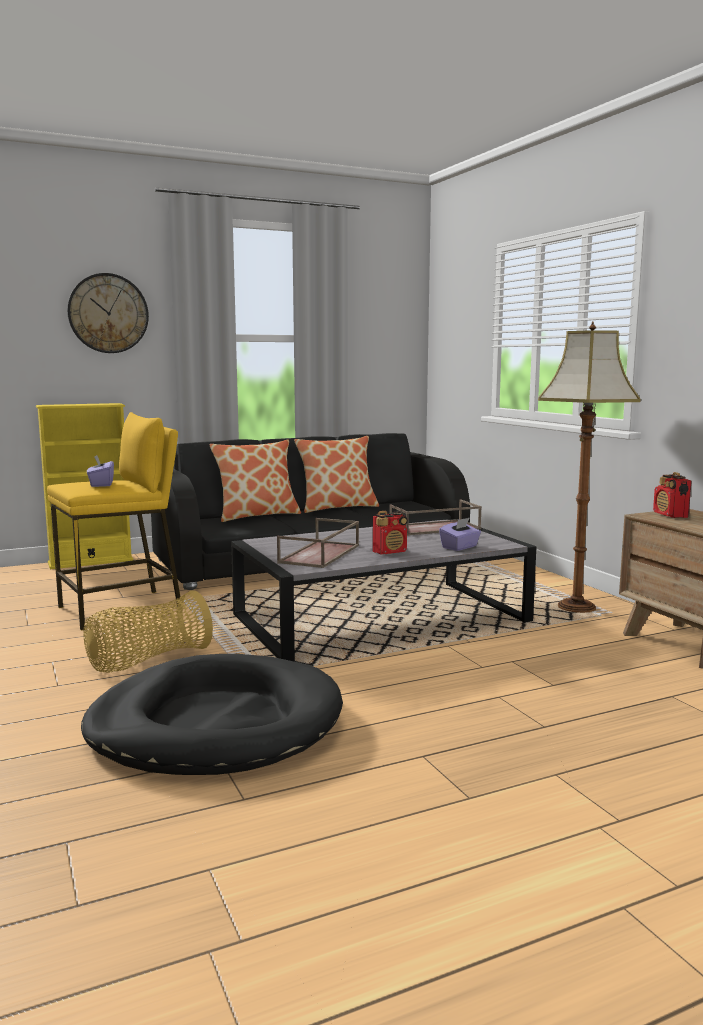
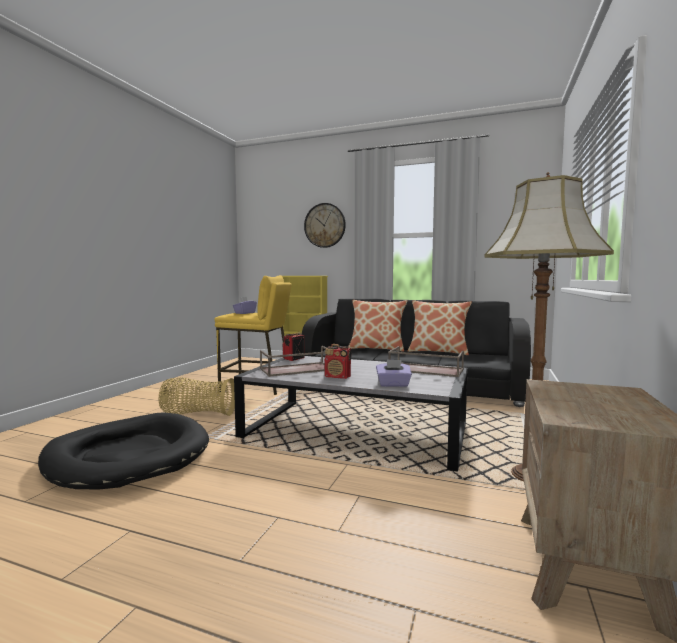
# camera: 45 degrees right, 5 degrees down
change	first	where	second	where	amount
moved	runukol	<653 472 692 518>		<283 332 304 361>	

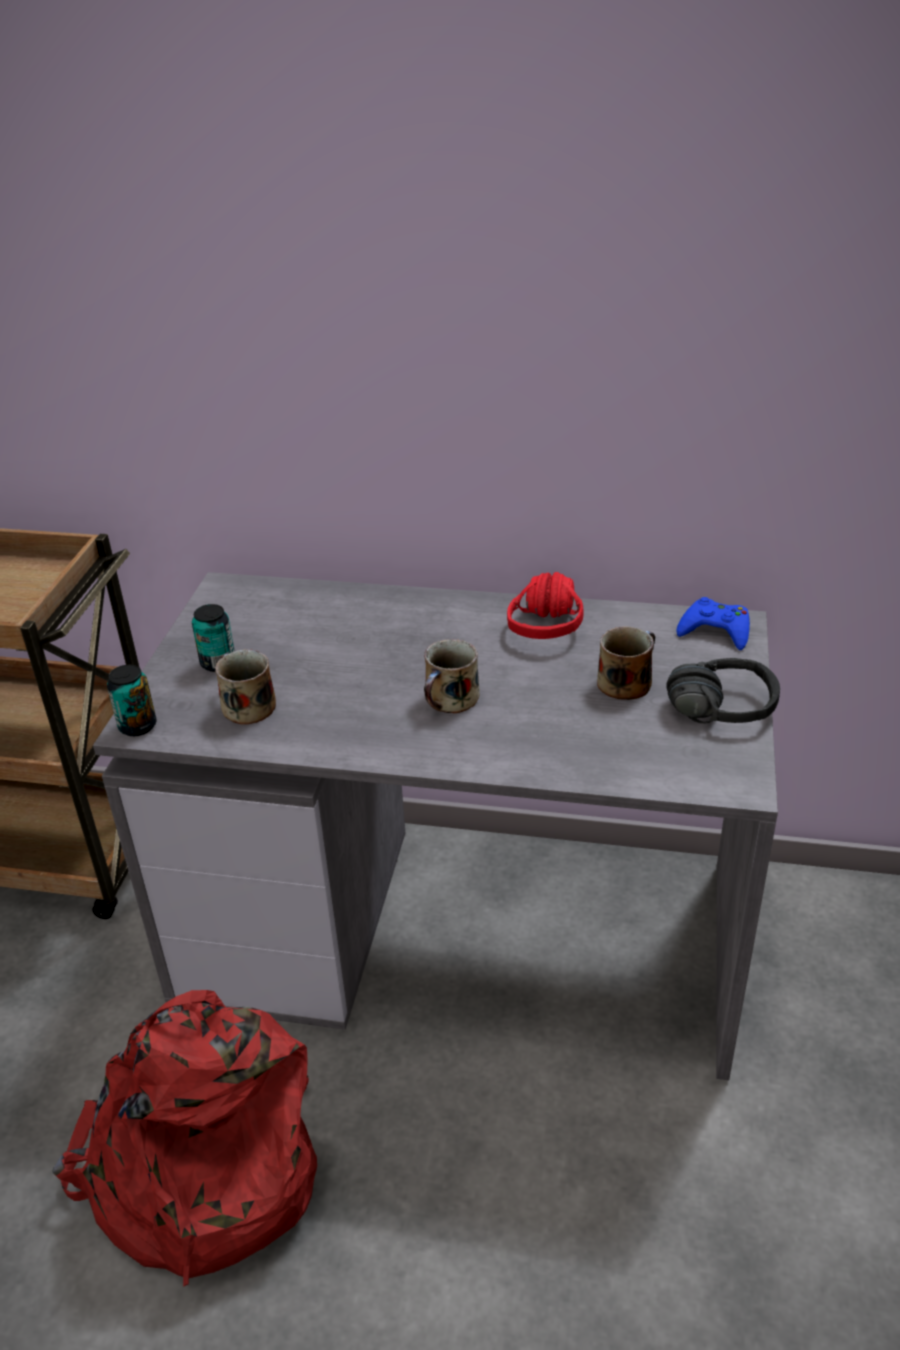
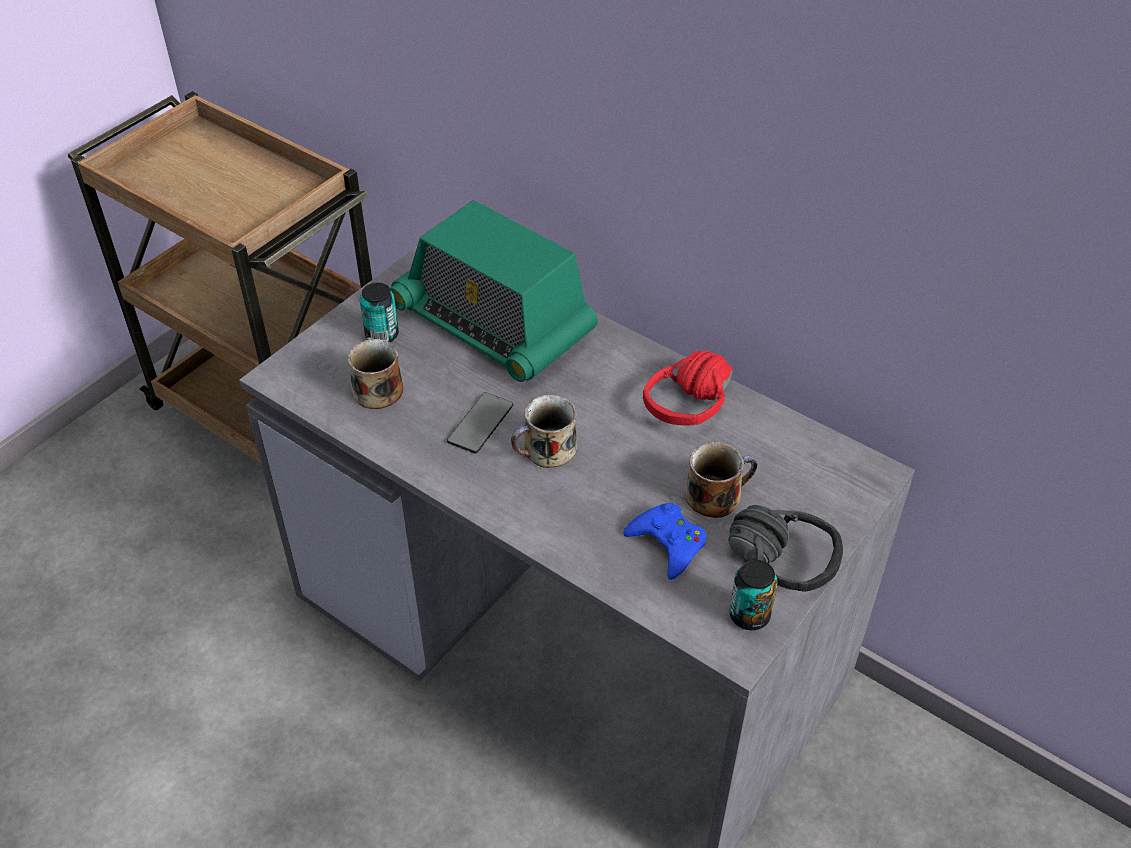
# camera: 25 degrees right, 10 degrees up
change	first	where	second	where	amount
removed	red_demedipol	<53 990 317 1287>			
moved	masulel	<107 665 156 736>		<729 560 778 630>	
moved	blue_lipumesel	<676 597 750 650>		<623 503 706 580>	
added			runukol	<390 200 598 382>	
added			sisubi	<447 392 513 453>	

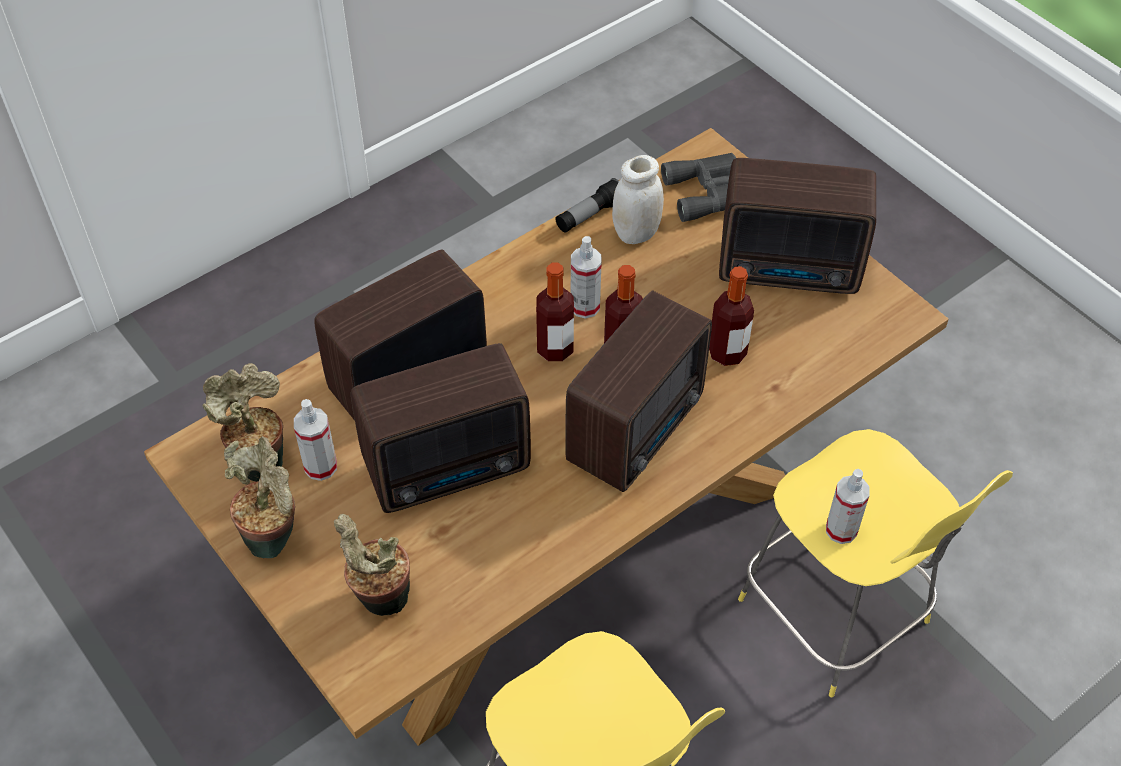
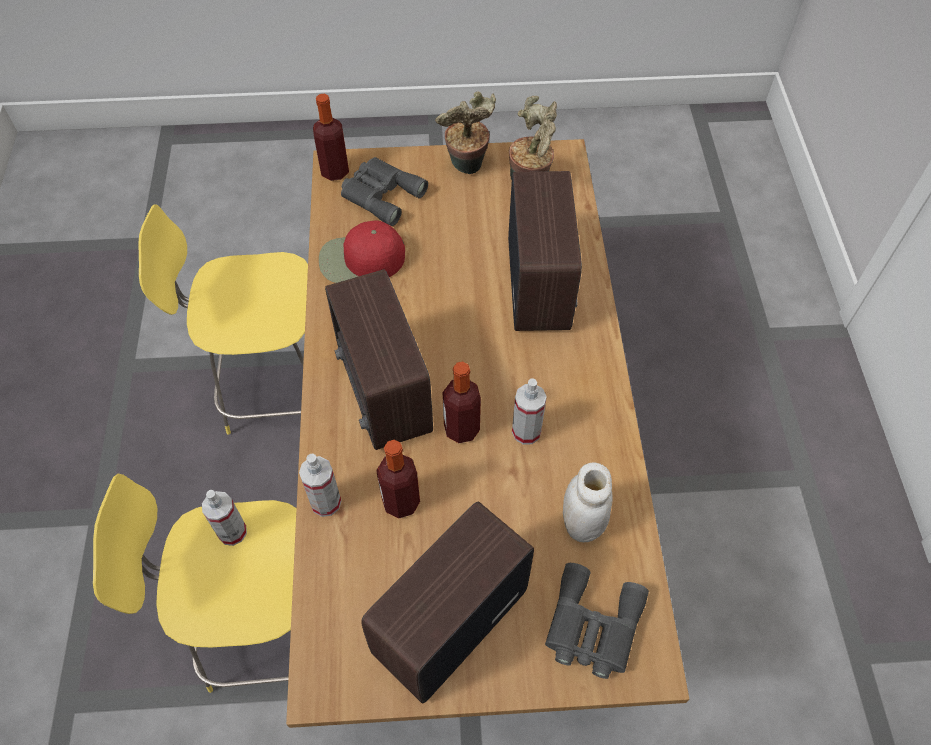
# camera: 125 degrees right, 5 degrees up
change	first	where	second	where	amount
moved	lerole	<294 399 337 481>		<299 454 341 517>	
replaced	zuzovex	<334 514 410 616>	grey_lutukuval	<341 157 428 226>	
removed	runukol	<351 343 531 513>			
moved	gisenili	<536 263 574 361>		<313 94 349 181>	
removed	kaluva	<556 178 619 233>			
added			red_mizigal	<319 220 405 283>	

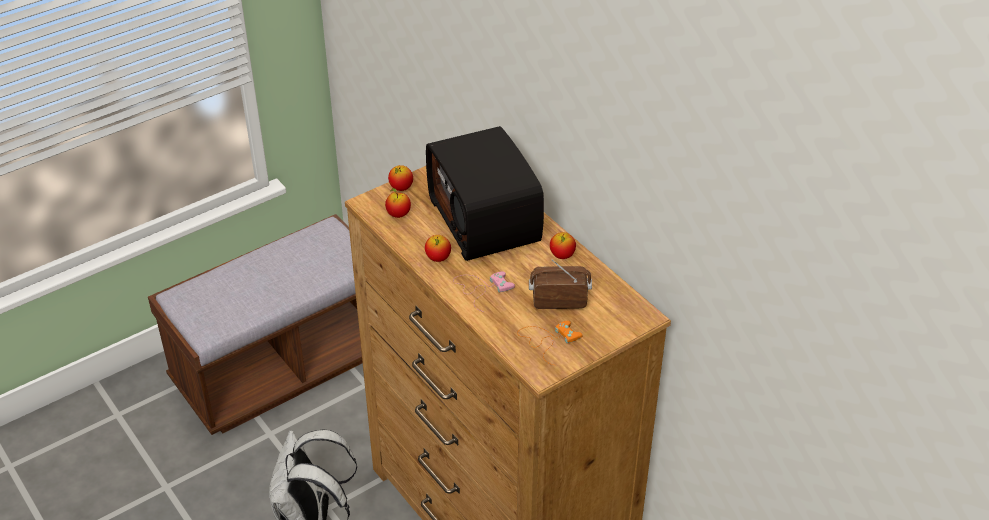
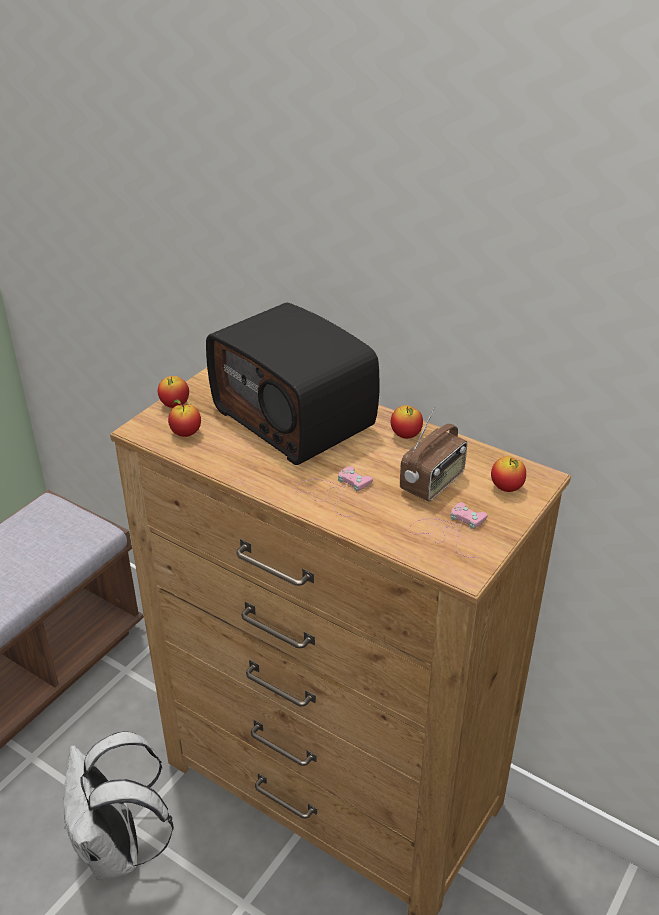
# camera: 20 degrees left, 5 degrees down
change	first	where	second	where	amount
moved	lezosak	<425 235 451 262>		<491 456 526 492>	
recoloured	orange_lipumesel	<517 321 582 365>	pink_lipumesel	<408 502 488 558>	
turned	runukol	<529 259 592 309>		<400 406 467 502>	150 degrees clockwise

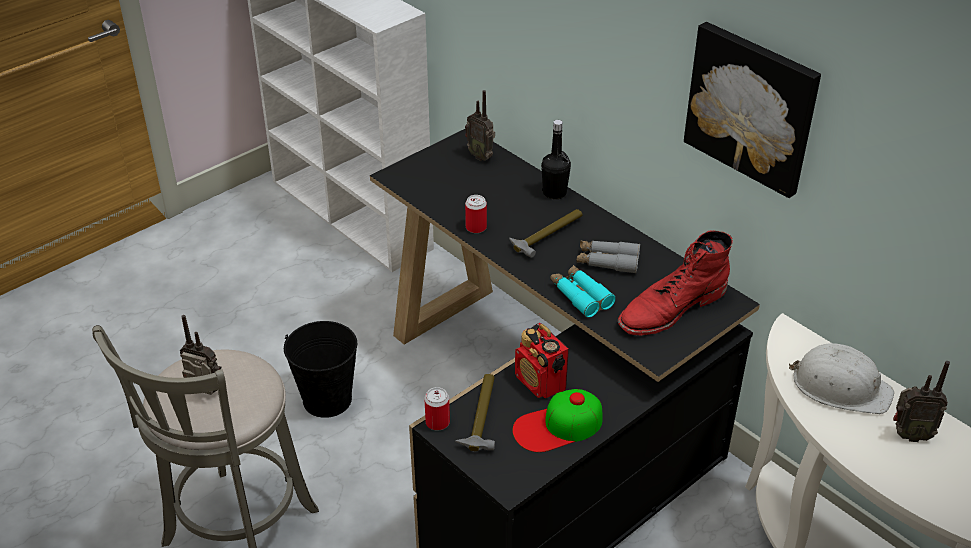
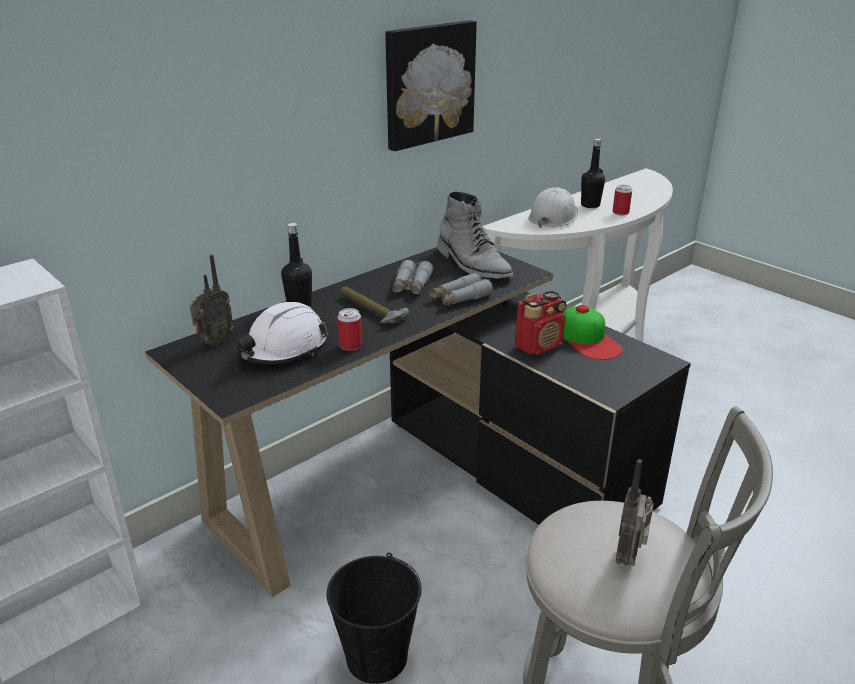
# camera: 90 degrees left, 10 degrees down
change	first	where	second	where	amount
moved	masulel	<424 387 450 431>		<613 185 632 215>	
removed	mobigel	<455 374 495 452>			
recoloured	turquoise_lutukuval	<550 265 615 317>	grey_lutukuval	<429 273 493 306>	
recoloured	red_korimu	<618 230 733 335>	grey_korimu	<437 191 513 279>	
replaced	runukol	<893 361 950 442>	black_gisenili	<581 138 605 208>	
added			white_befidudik	<237 302 329 364>	

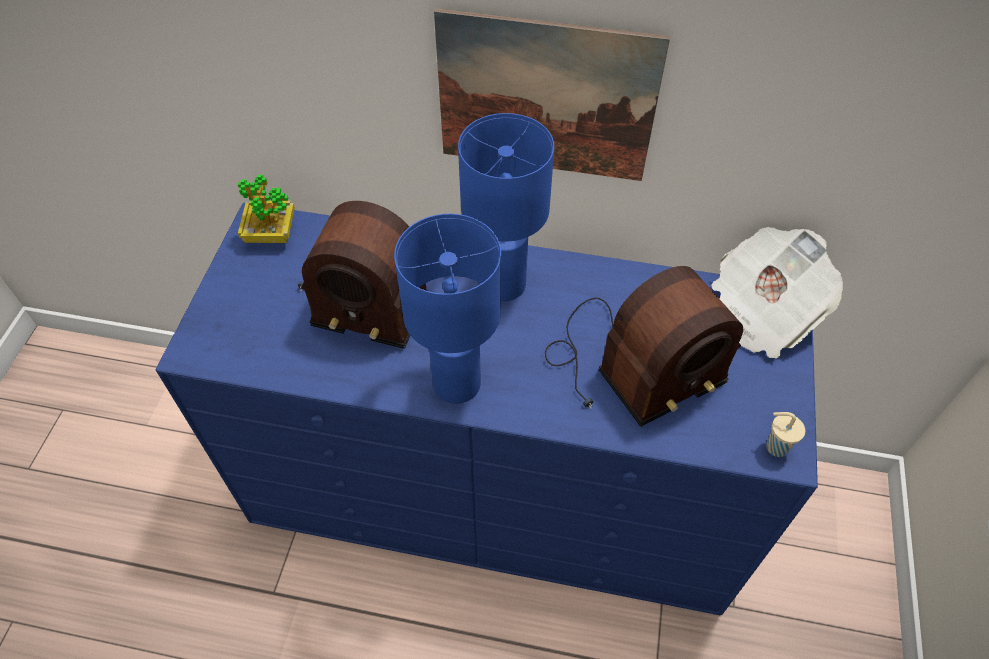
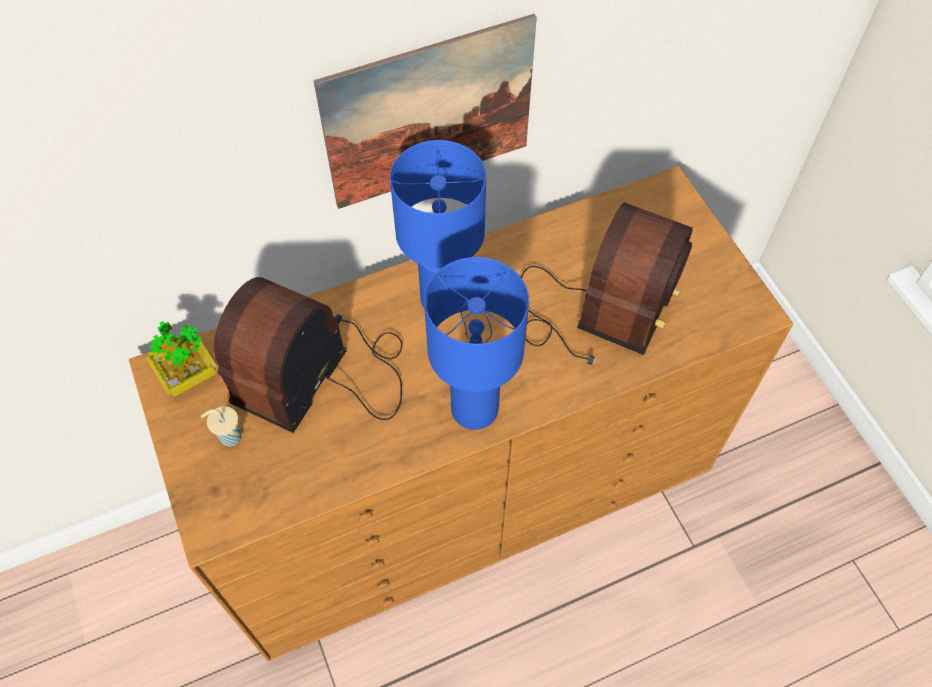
# camera: 35 degrees left, 5 degrees up
change	first	where	second	where	amount
recoloured	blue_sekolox	<155 203 818 615>	brown_sekolox	<129 166 793 661>	
turned	runukol	<298 201 428 349>		<214 277 403 433>	135 degrees clockwise
removed	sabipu	<711 227 843 359>			
moved	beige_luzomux	<766 412 805 457>		<201 406 241 447>	

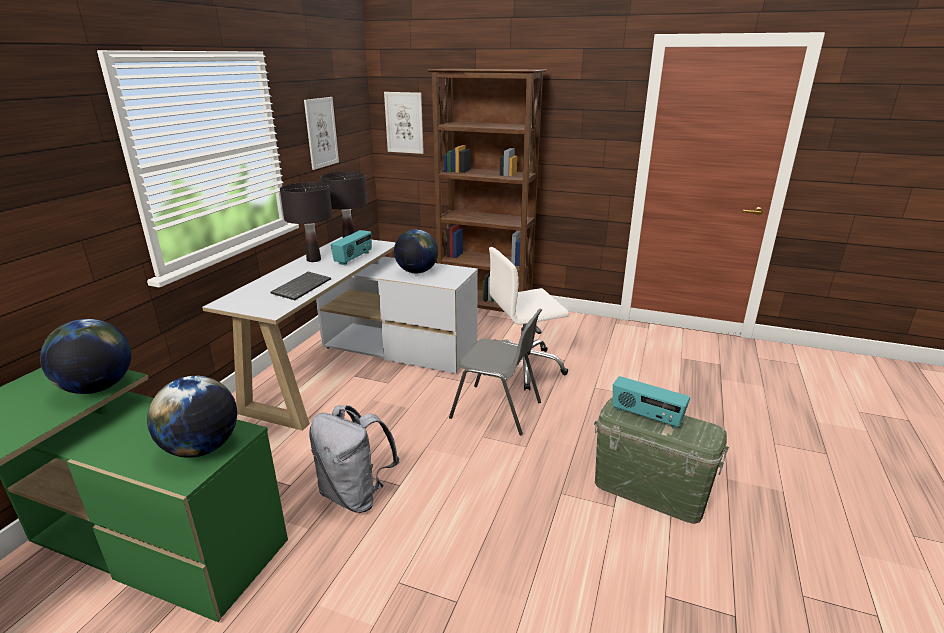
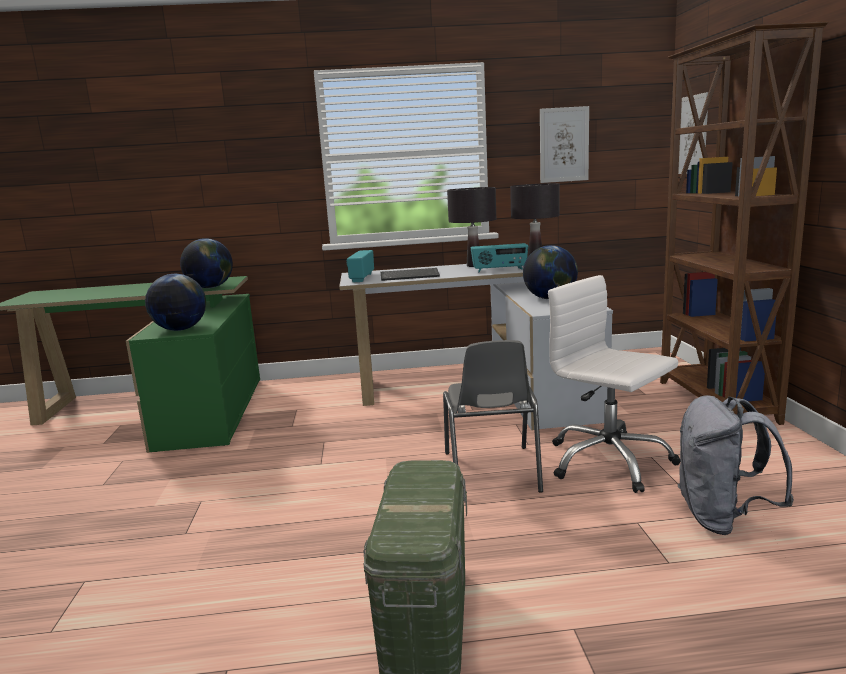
# camera: 65 degrees right, 10 degrees down
change	first	where	second	where	amount
moved	grey_demedipol	<309 405 399 513>		<677 395 794 535>	
moved	runukol	<613 376 690 429>		<346 250 374 282>	

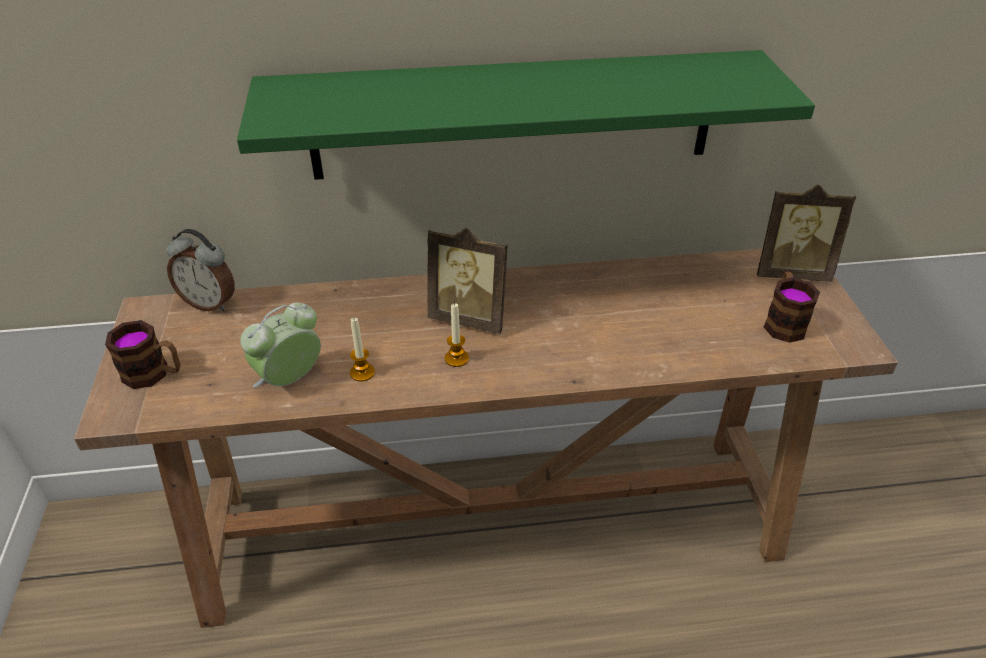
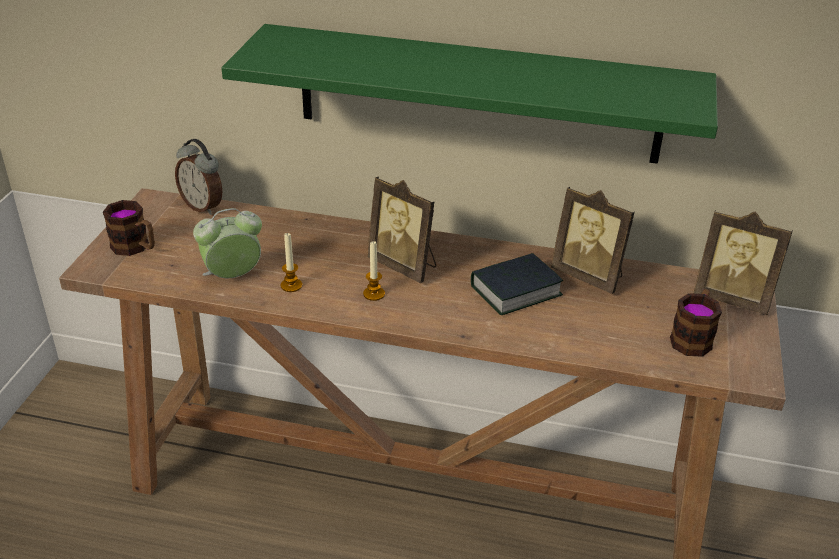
# camera: 20 degrees right, 5 degrees down
change	first	where	second	where	amount
added			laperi	<471 253 563 315>	
added			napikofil	<551 187 635 294>	

